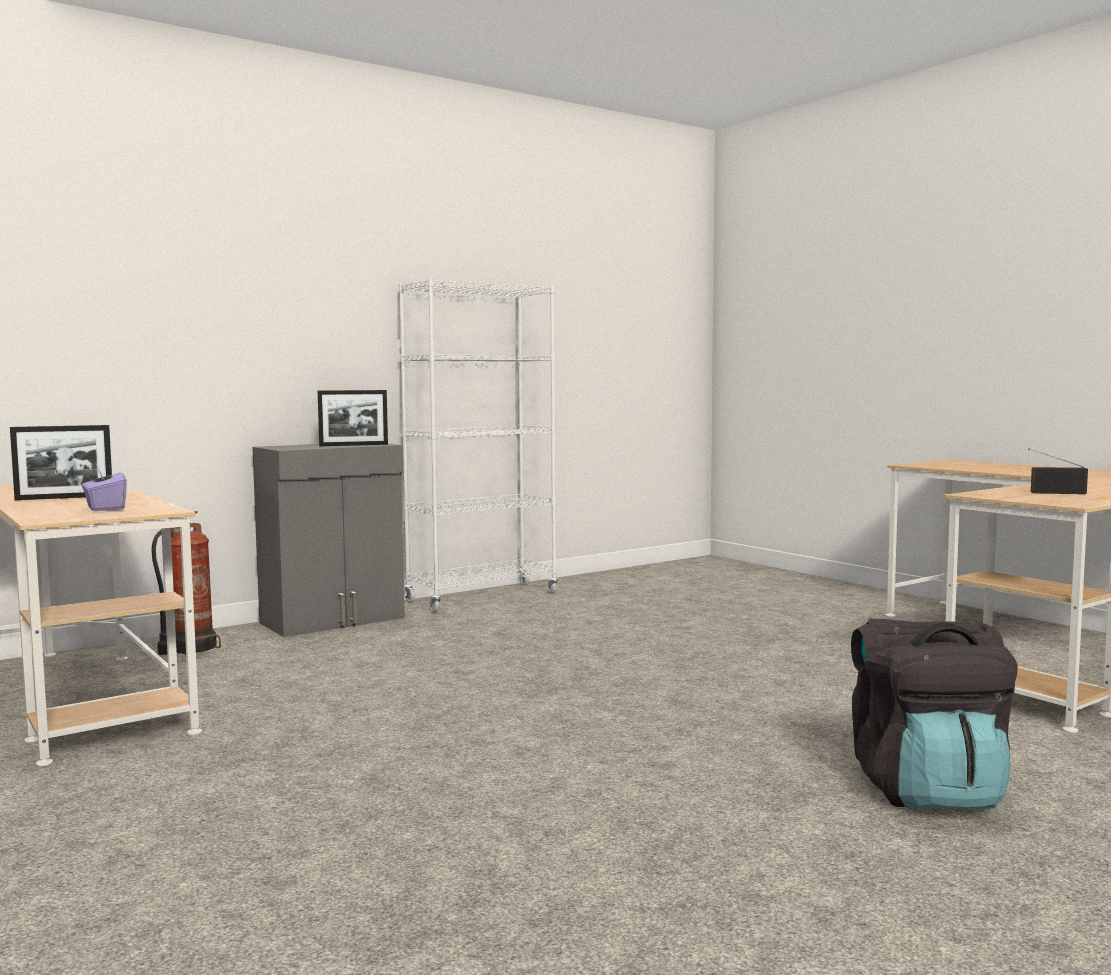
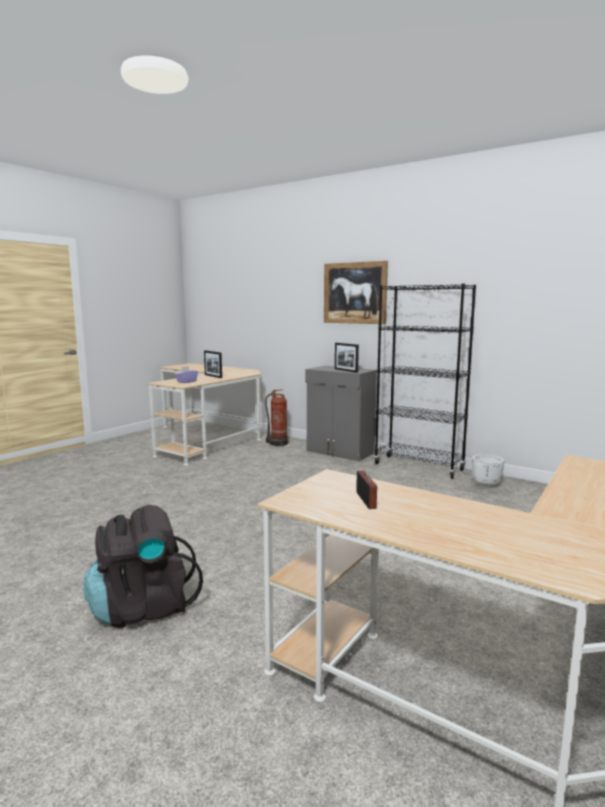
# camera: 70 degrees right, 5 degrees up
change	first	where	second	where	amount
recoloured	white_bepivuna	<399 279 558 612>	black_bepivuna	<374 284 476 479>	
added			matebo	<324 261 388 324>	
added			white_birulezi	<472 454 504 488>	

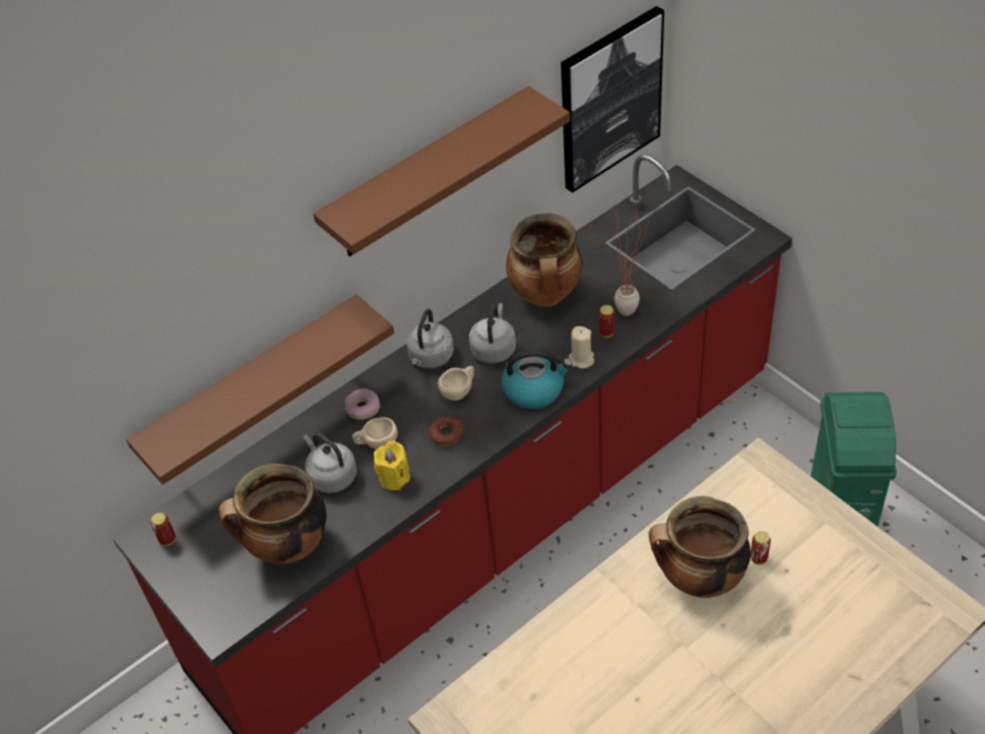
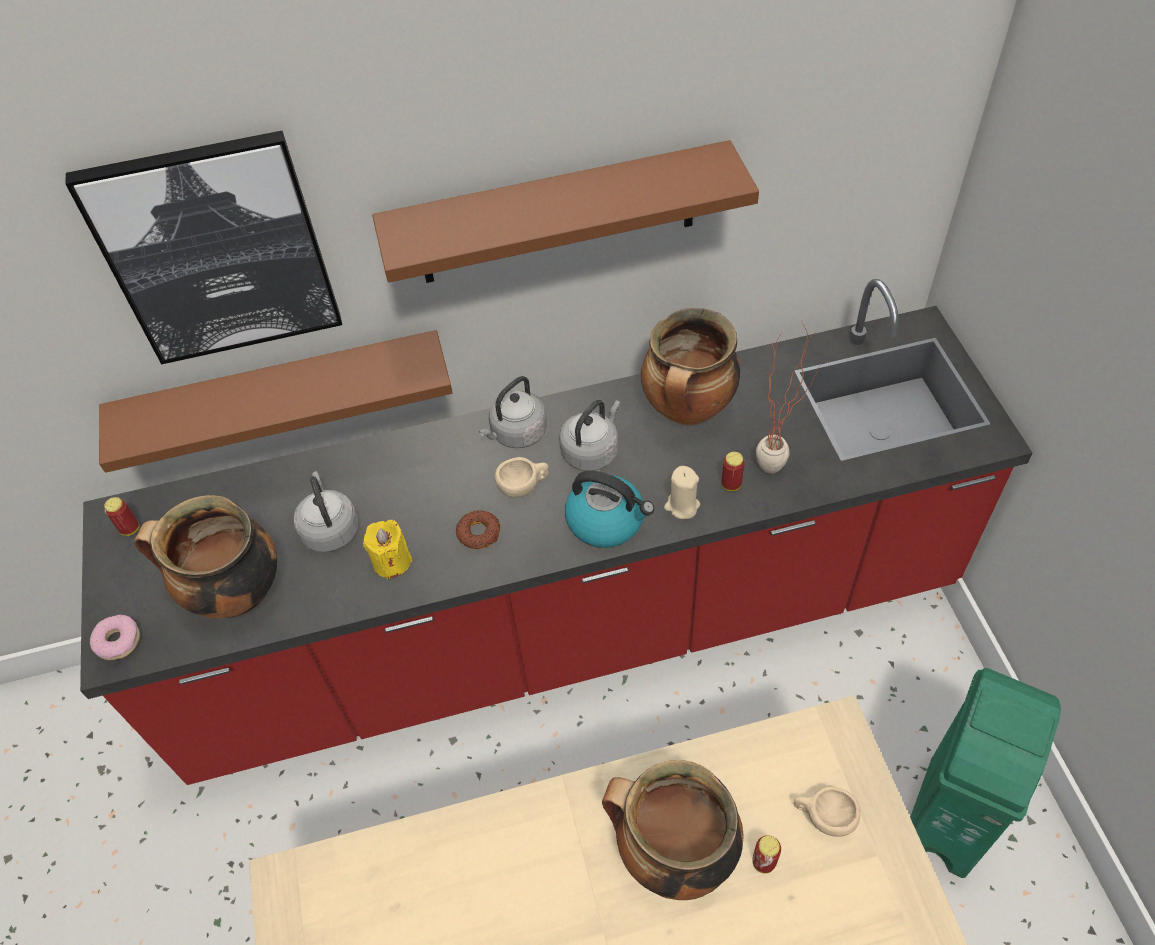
# camera: 25 degrees right, 5 degrees up
change	first	where	second	where	amount
moved	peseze	<345 389 380 420>		<90 615 140 660>	
moved	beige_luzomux	<352 417 398 449>		<794 786 860 837>	
moved	matebo	<561 6 664 193>		<65 131 342 365>	

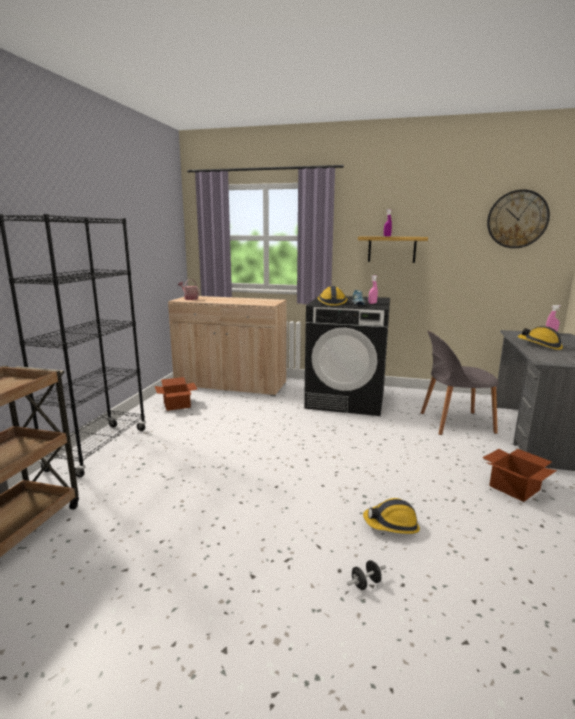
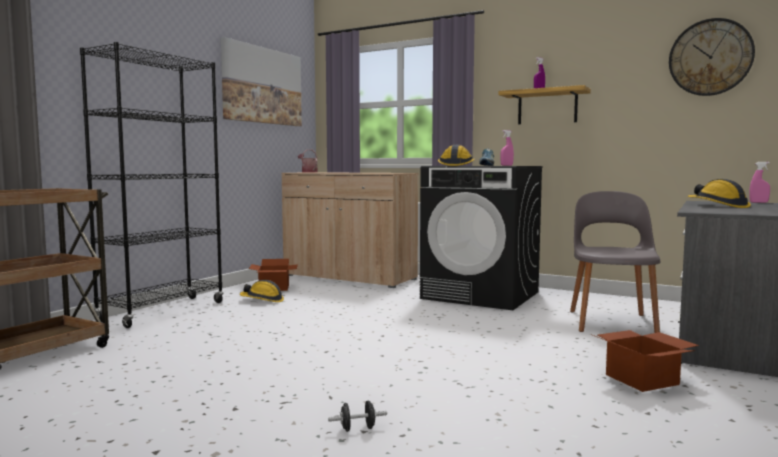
# camera: 15 degrees right, 10 degrees down
change	first	where	second	where	amount
moved	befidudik	<363 498 420 534>		<240 280 284 302>	
turned	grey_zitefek	<421 331 499 435>		<570 191 661 333>	90 degrees clockwise
added			matebo	<221 37 302 126>	

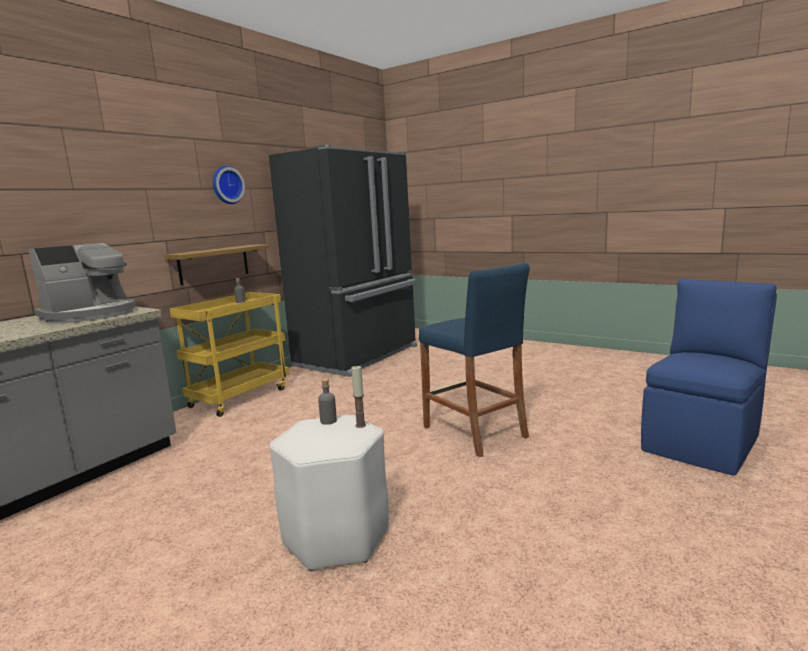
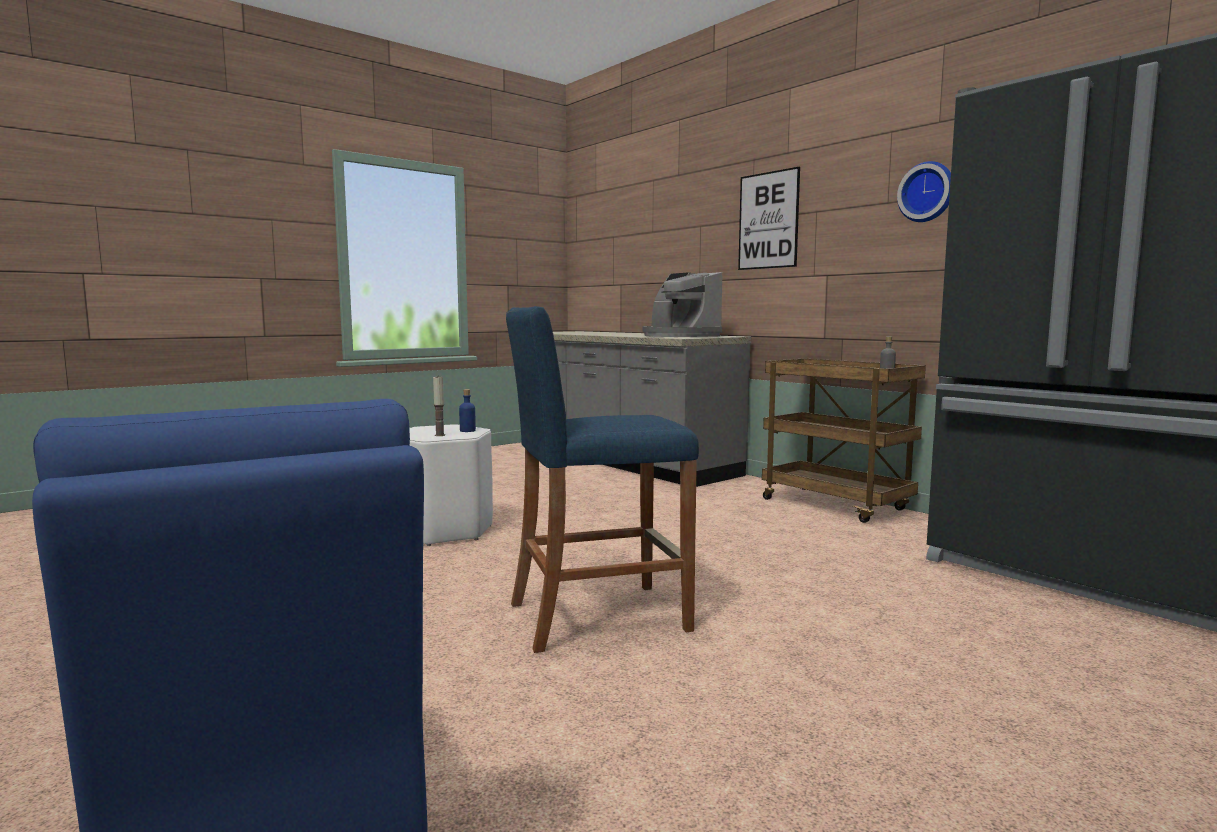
# camera: 105 degrees right, 5 degrees down
change	first	where	second	where	amount
removed	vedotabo	<165 245 269 285>			
recoloured	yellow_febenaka	<170 292 289 417>	brown_febenaka	<762 358 926 523>	
recoloured	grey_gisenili	<318 379 337 425>	blue_gisenili	<459 389 476 432>	
added			matebo	<738 167 800 270>	

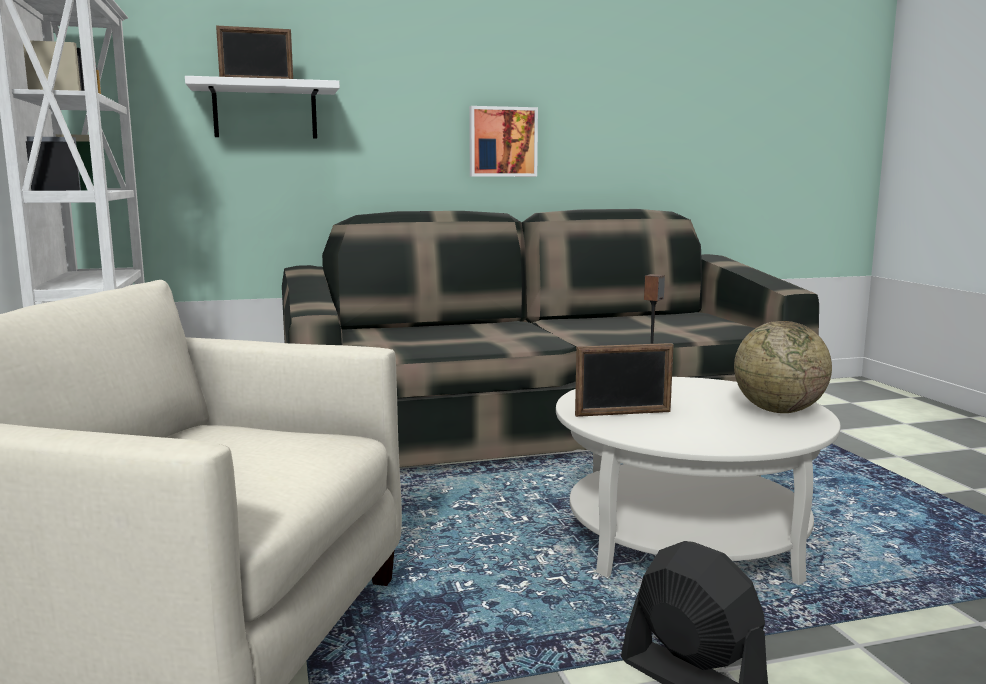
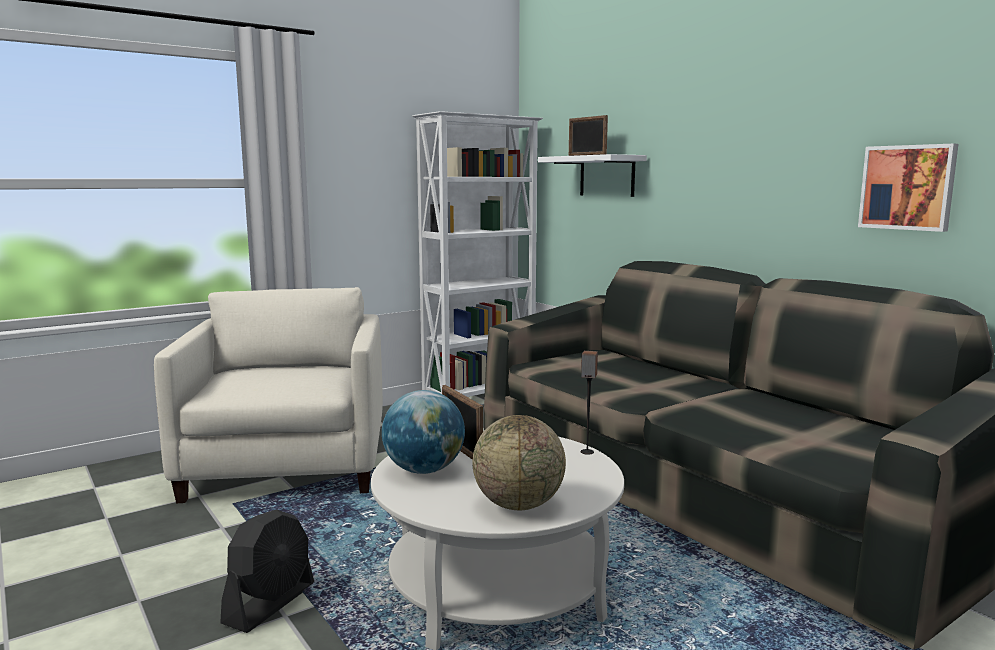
# camera: 70 degrees right, 0 degrees up
change	first	where	second	where	amount
moved	matebo	<469 106 538 177>		<858 144 958 232>	
added			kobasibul	<382 390 465 474>	

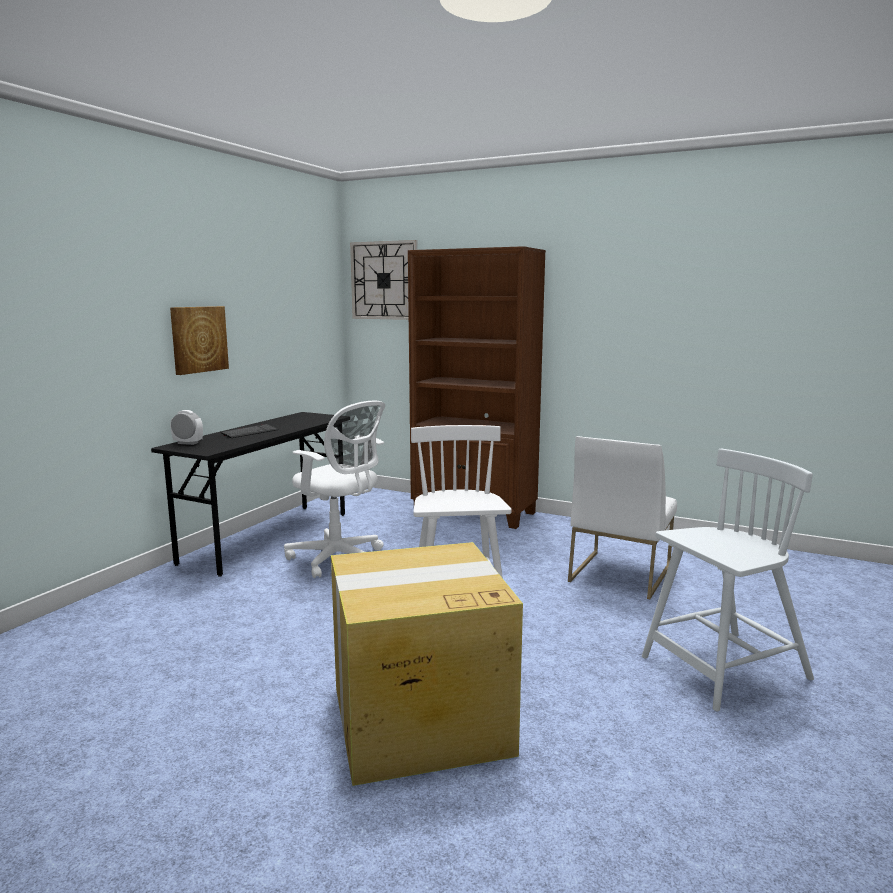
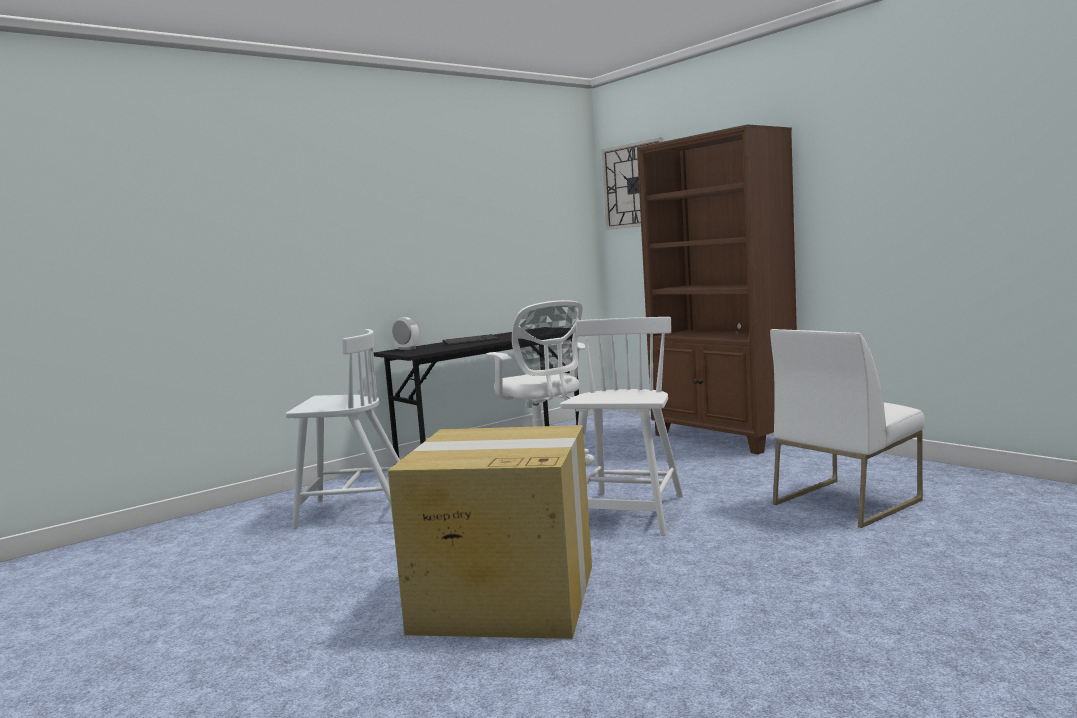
# camera: 25 degrees right, 5 degrees down
change	first	where	second	where	amount
removed	matebo	<170 306 229 375>			
moved	white_zitefek	<642 449 814 711>		<285 329 400 529>	

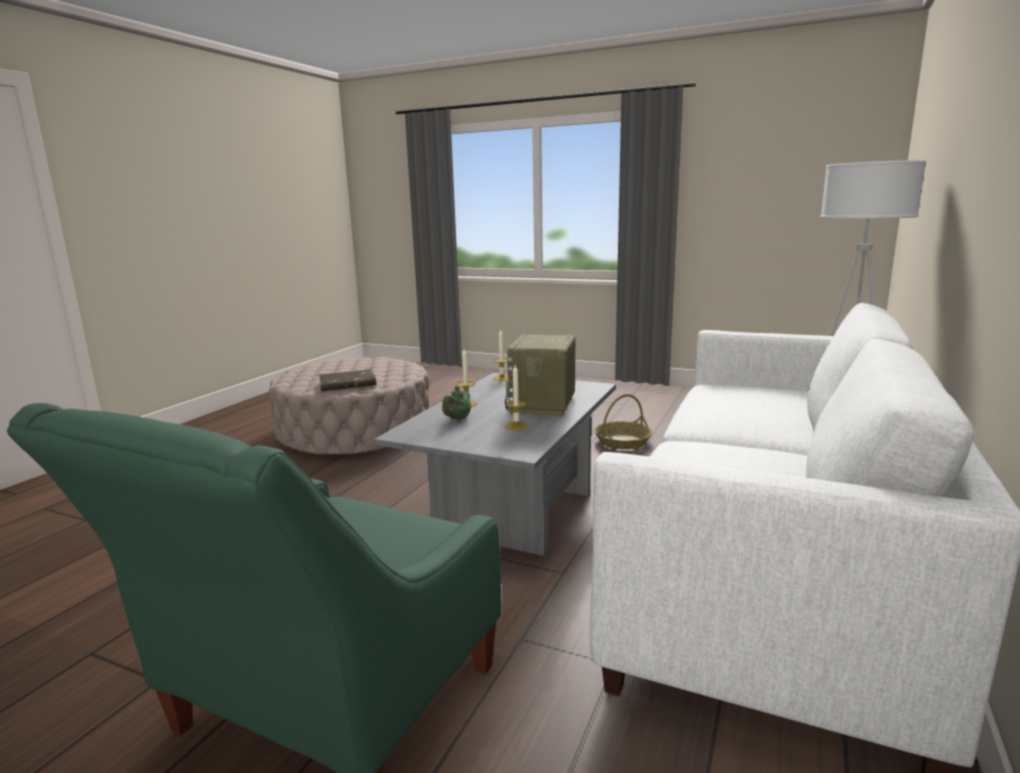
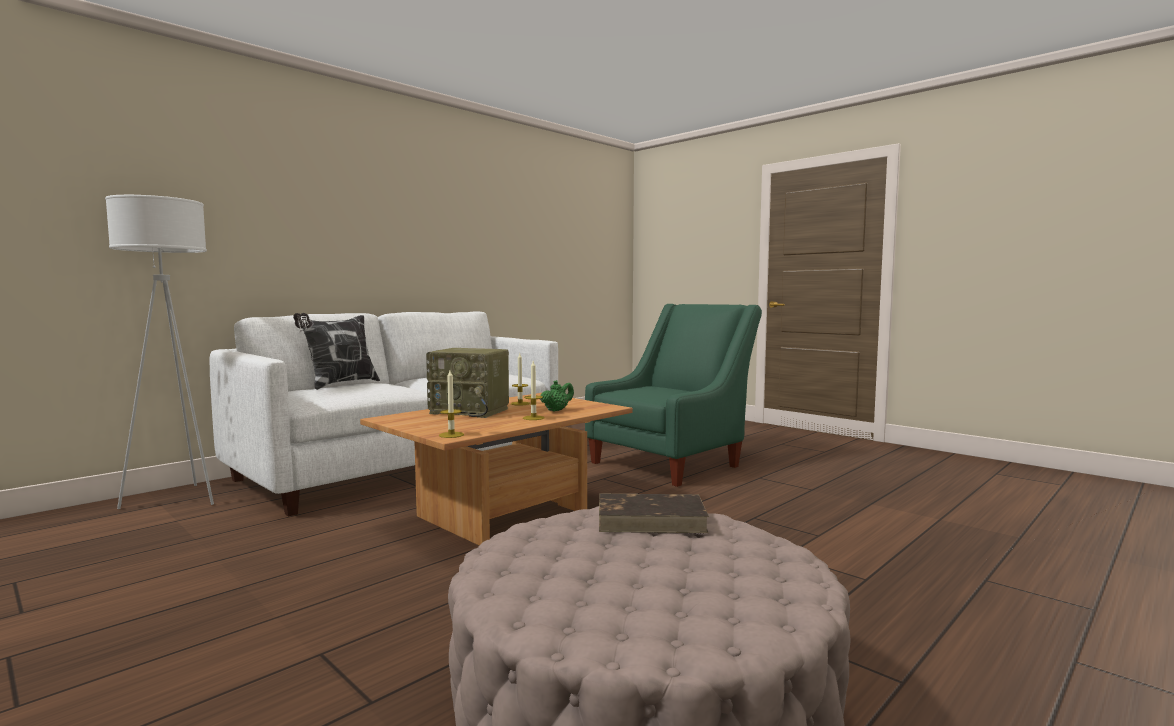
# camera: 160 degrees left, 10 degrees down
change	first	where	second	where	amount
recoloured	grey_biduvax	<374 373 616 556>	brown_biduvax	<360 393 633 545>	
turned	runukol	<505 335 575 416>		<426 348 509 418>	75 degrees clockwise
removed	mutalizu	<594 394 652 449>			
added			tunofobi	<293 313 380 390>	

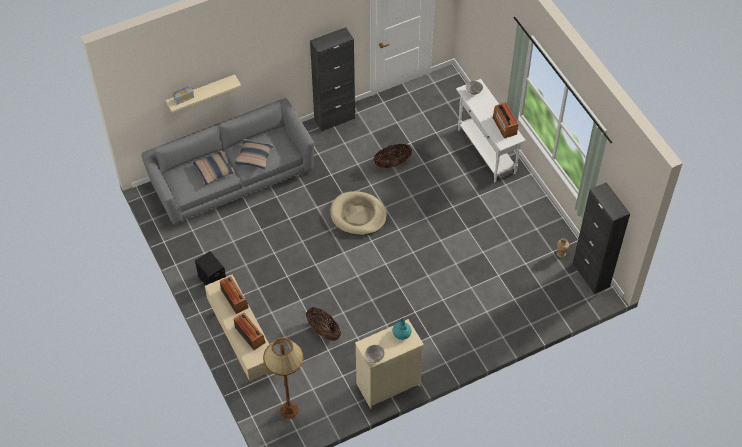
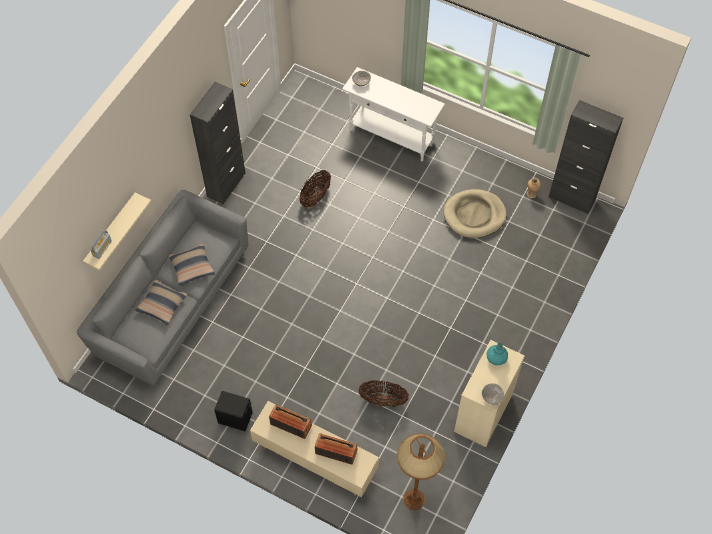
# camera: 35 degrees left, 5 degrees up
change	first	where	second	where	amount
moved	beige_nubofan	<330 191 387 235>		<444 189 507 238>	
removed	runukol	<492 102 518 138>			

